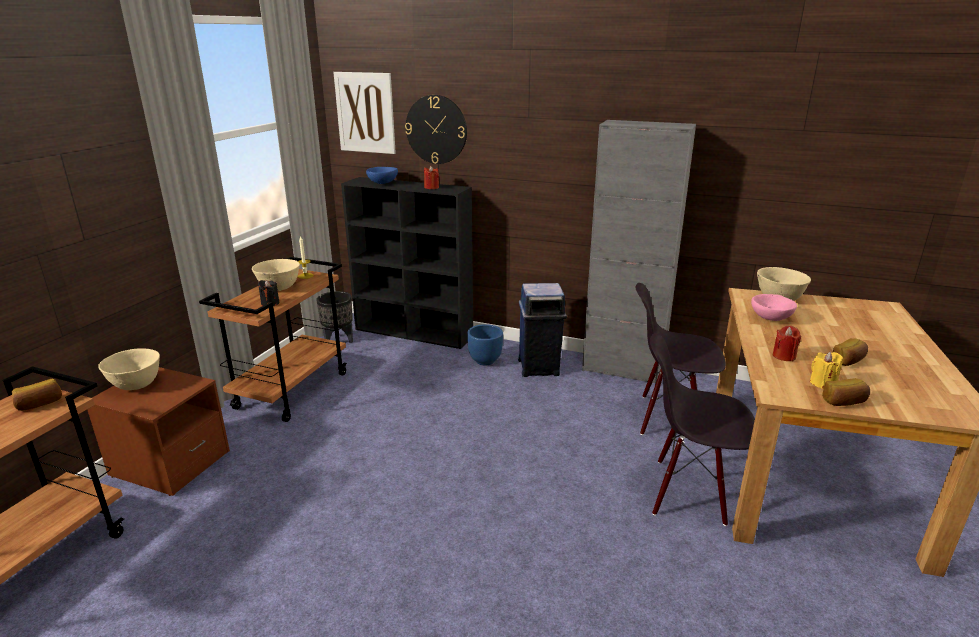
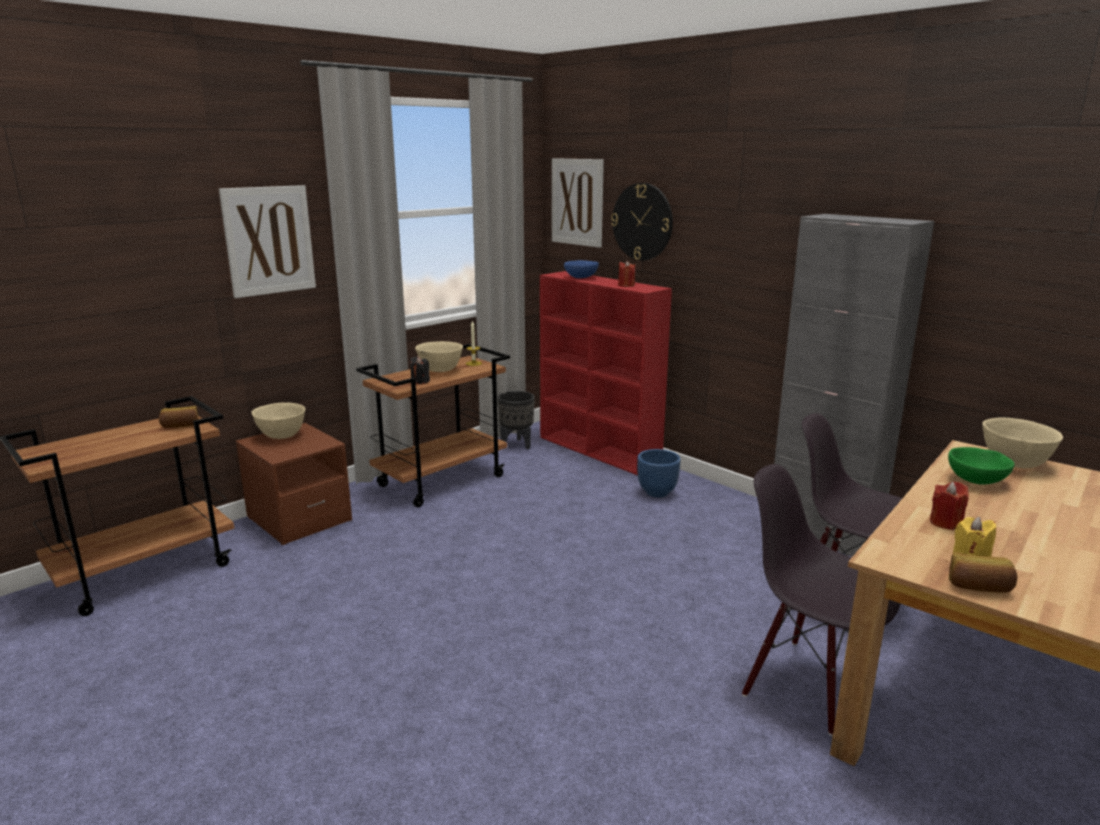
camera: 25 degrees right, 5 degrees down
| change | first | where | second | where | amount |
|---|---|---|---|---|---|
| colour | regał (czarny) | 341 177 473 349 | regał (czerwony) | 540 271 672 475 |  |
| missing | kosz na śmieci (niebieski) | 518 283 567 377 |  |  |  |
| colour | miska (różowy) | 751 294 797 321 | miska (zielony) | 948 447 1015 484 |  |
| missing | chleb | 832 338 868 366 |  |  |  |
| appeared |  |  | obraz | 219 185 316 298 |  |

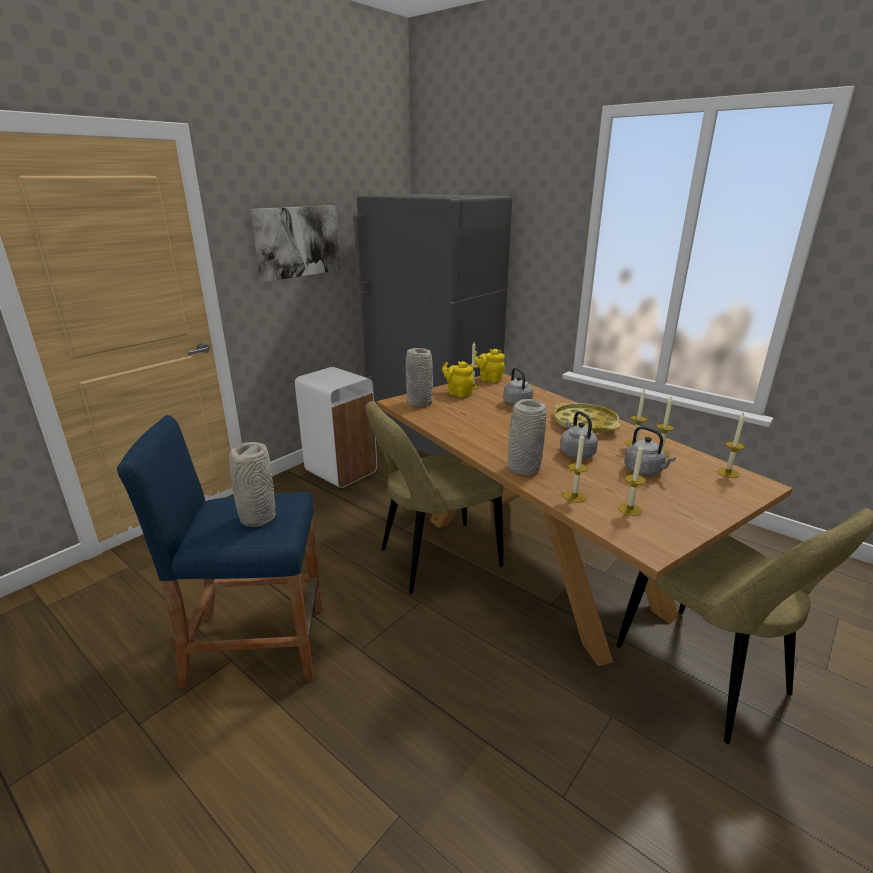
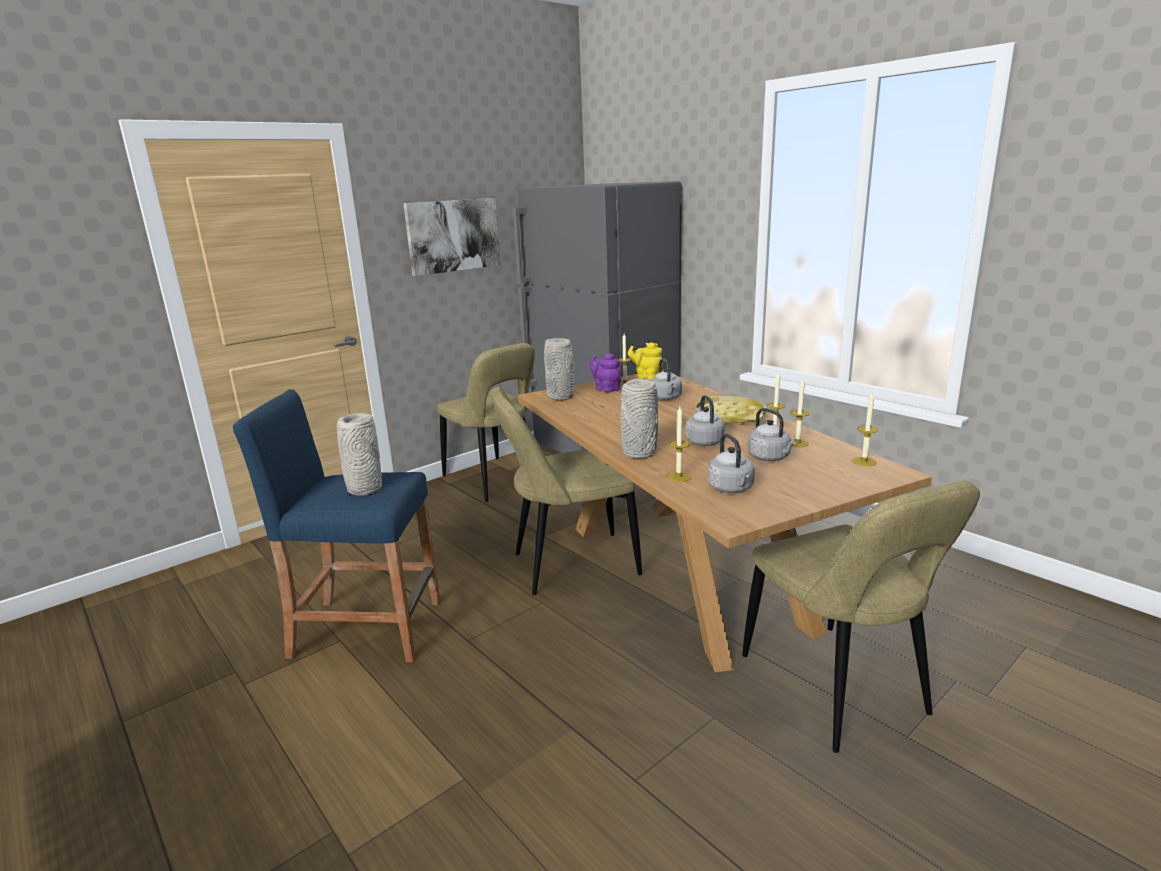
camera: 10 degrees right, 5 degrees down
| change | first | where | second | where | amount |
|---|---|---|---|---|---|
| colour | imbryk (żółty) | 442 361 473 398 | imbryk (fioletowy) | 590 353 621 392 |  |
| exchanged | kosz na śmieci (biały) | 295 367 377 488 | krzesło (beżowy) | 437 343 535 502 |  |
| exchanged | świeca | 618 443 646 516 | czajnik (szary) | 708 433 755 493 |  |

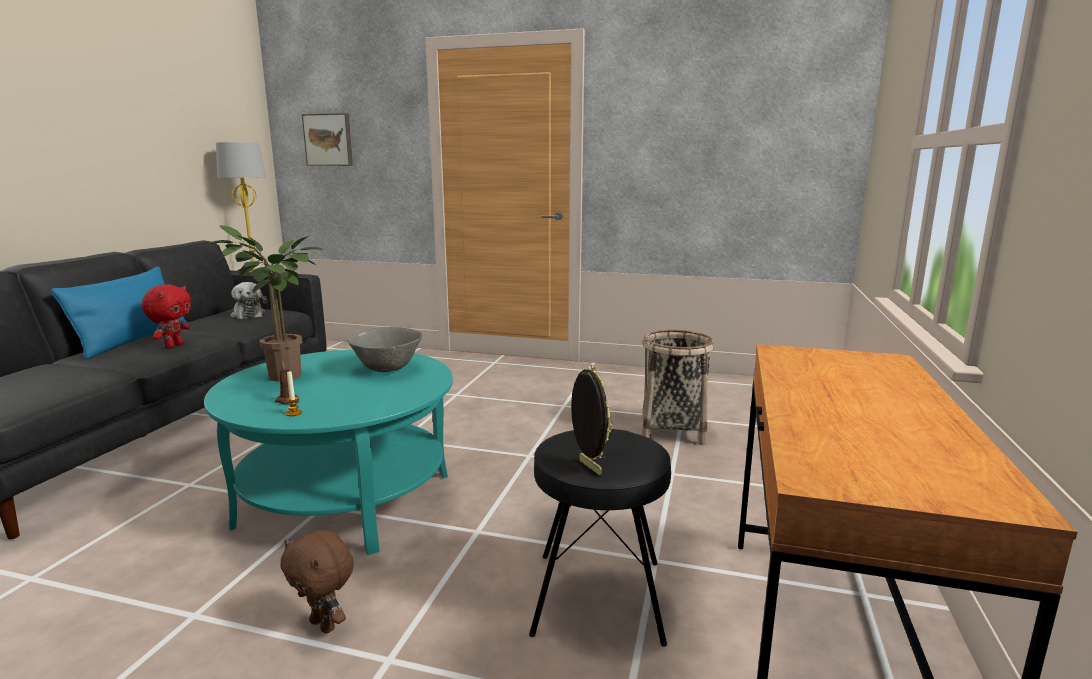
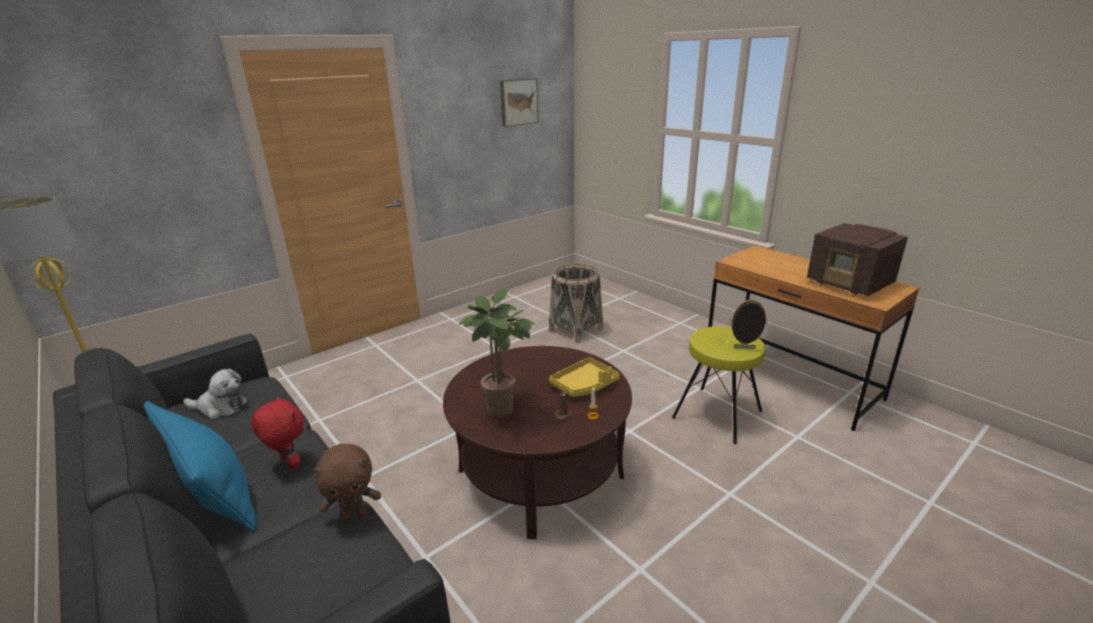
camera: 55 degrees left, 10 degrees up
| change | first | where | second | where | amount |
|---|---|---|---|---|---|
| relocated | obraz | 302 113 353 166 |  | 500 78 539 127 |  |
| missing | miska (szary) | 348 327 423 372 |  |  |  |
| colour | ława (turkusowy) | 204 349 453 555 | ława (brązowy) | 443 346 632 539 |  |
| colour | stołek (czarny) | 529 429 671 647 | stołek (żółty) | 672 326 765 444 |  |
| relocated | pluszak (brązowy) | 280 530 354 633 |  | 313 444 381 522 |  |
| appeared |  |  | radio | 807 223 908 296 |  |
| appeared |  |  | taca (żółty) | 549 357 620 397 |  |

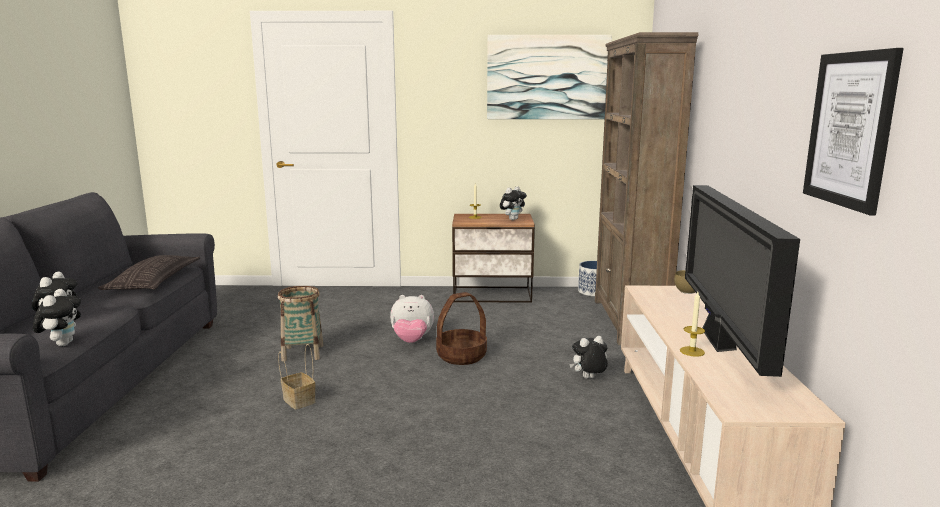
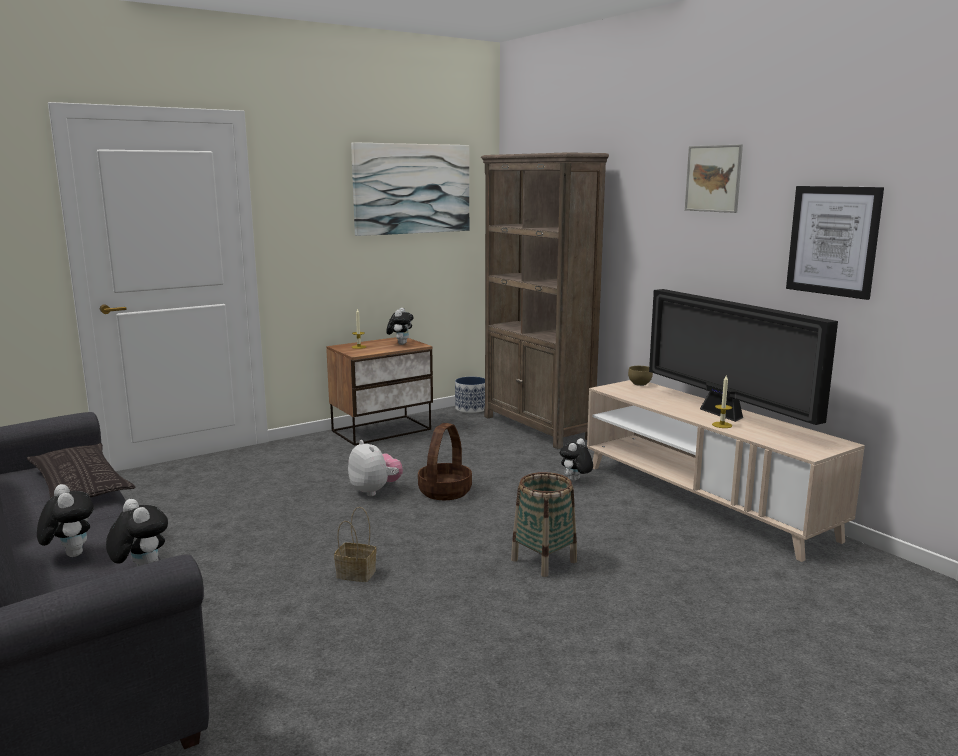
camera: 35 degrees left, 0 degrees up
| change | first | where | second | where | amount |
|---|---|---|---|---|---|
| relocated | koszyk | 278 286 324 362 |  | 511 472 577 577 |  |
| spun | pluszak | 390 295 434 343 |  | 348 440 403 496 | 90 degrees counterclockwise |
| appeared |  |  | obraz | 685 144 743 213 |  |

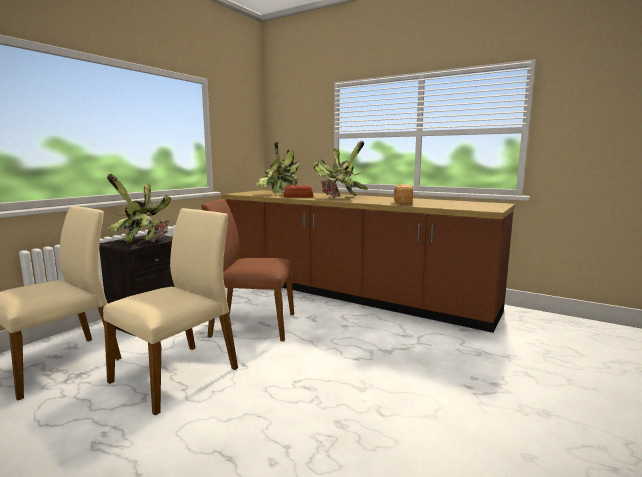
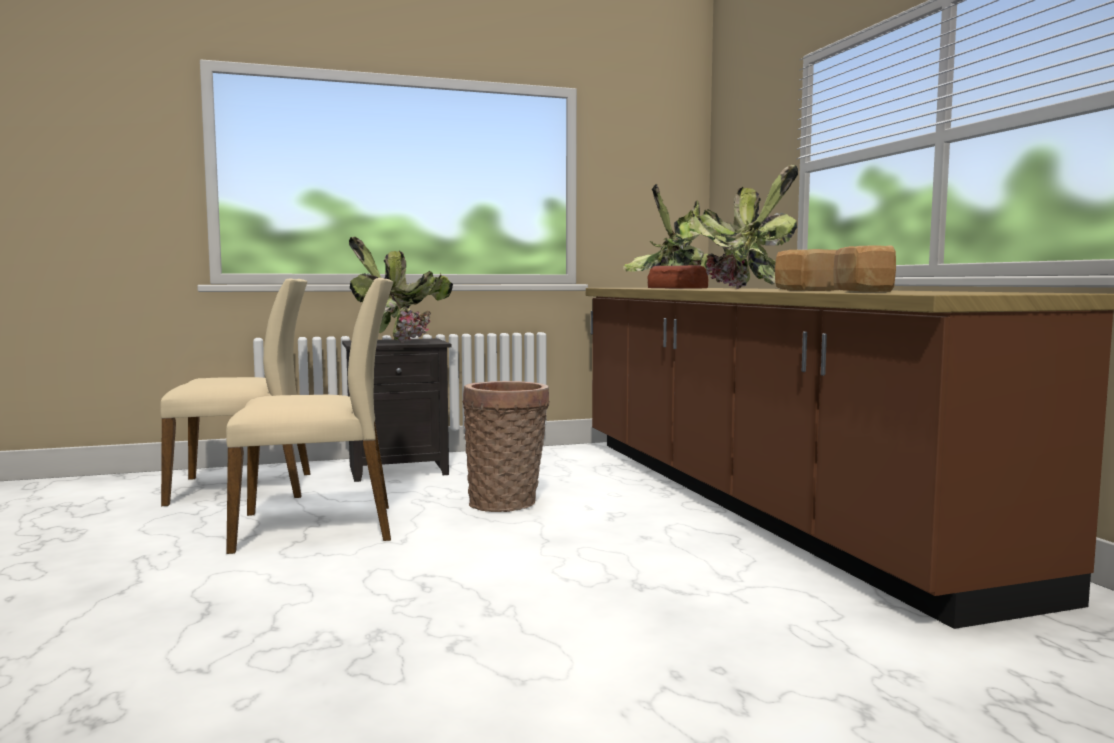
camera: 40 degrees right, 5 degrees down
| change | first | where | second | where | amount |
|---|---|---|---|---|---|
| exchanged | krzesło (brązowy) | 201 199 294 341 | koszyk | 463 381 550 512 |  |
| appeared |  |  | chleb | 833 245 896 292 |  |

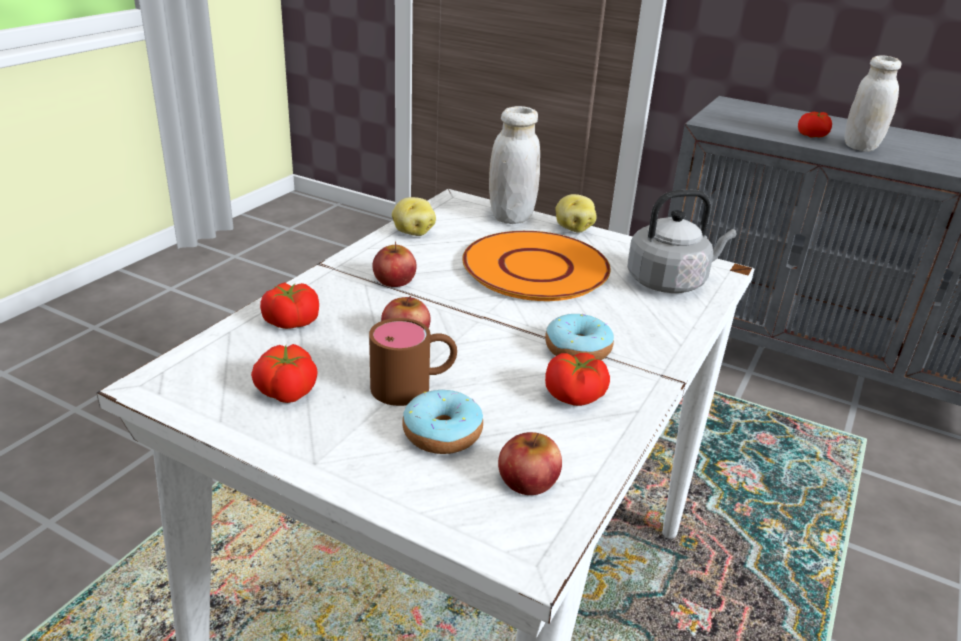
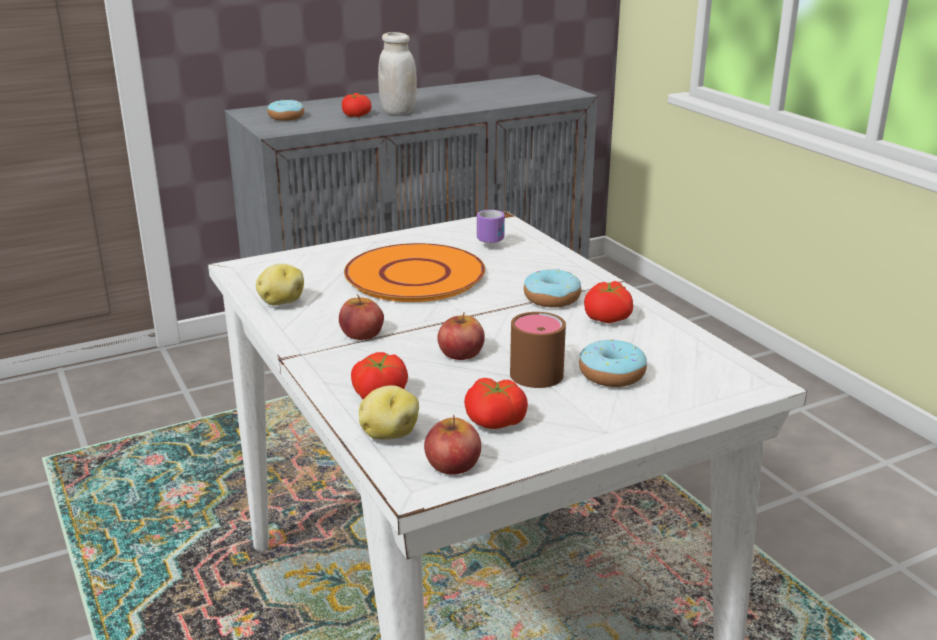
camera: 55 degrees left, 5 degrees down
| change | first | where | second | where | amount |
|---|---|---|---|---|---|
| missing | słoik (biały) | 489 106 540 224 |  |  |  |
| exchanged | czajnik (szary) | 628 190 736 293 | kubek | 477 210 505 245 |  |
| relocated | ziemniak | 555 194 597 232 |  | 359 385 419 440 |  |
| relocated | jabłko | 498 432 562 495 |  | 424 415 481 475 |  |
| appeared |  |  | donut | 267 99 304 121 |  |

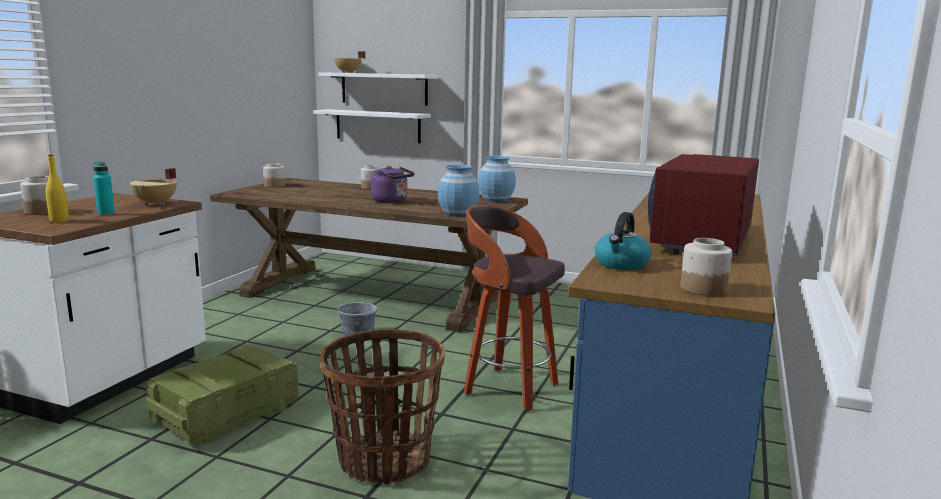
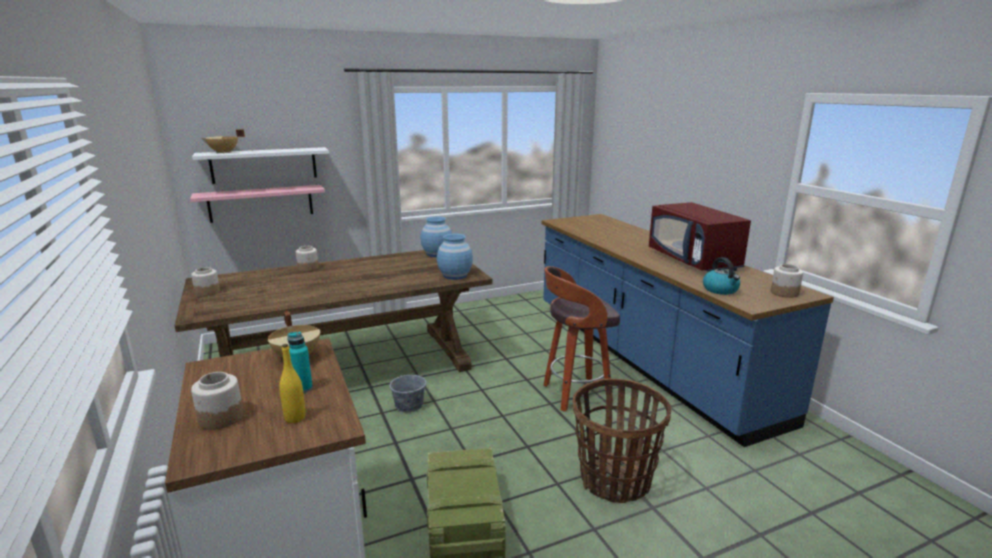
camera: 45 degrees left, 5 degrees up
| change | first | where | second | where | amount |
|---|---|---|---|---|---|
| colour | półka (biały) | 313 109 431 143 | półka (różowy) | 190 185 325 223 |  |
| missing | czajnik (fioletowy) | 371 166 415 203 |  |  |  |

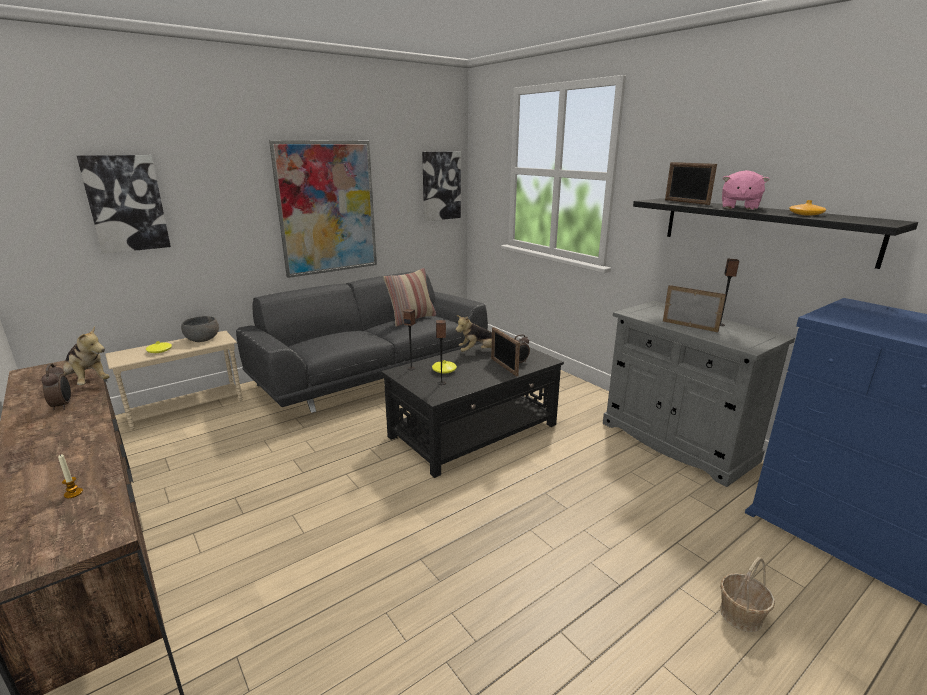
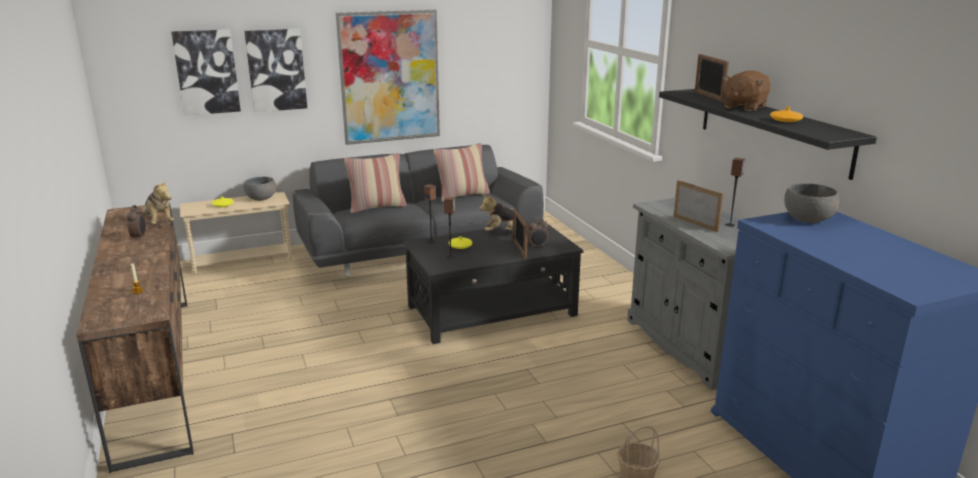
camera: 15 degrees right, 0 degrees up
| change | first | where | second | where | amount |
|---|---|---|---|---|---|
| relocated | obraz | 422 152 461 221 |  | 244 29 307 112 |  |
| colour | pluszak (różowy) | 722 170 770 210 | pluszak (brązowy) | 723 70 770 111 |  |
| appeared |  |  | poduszka | 344 153 407 213 |  |
| appeared |  |  | miska (szary) | 784 183 839 223 |  |

